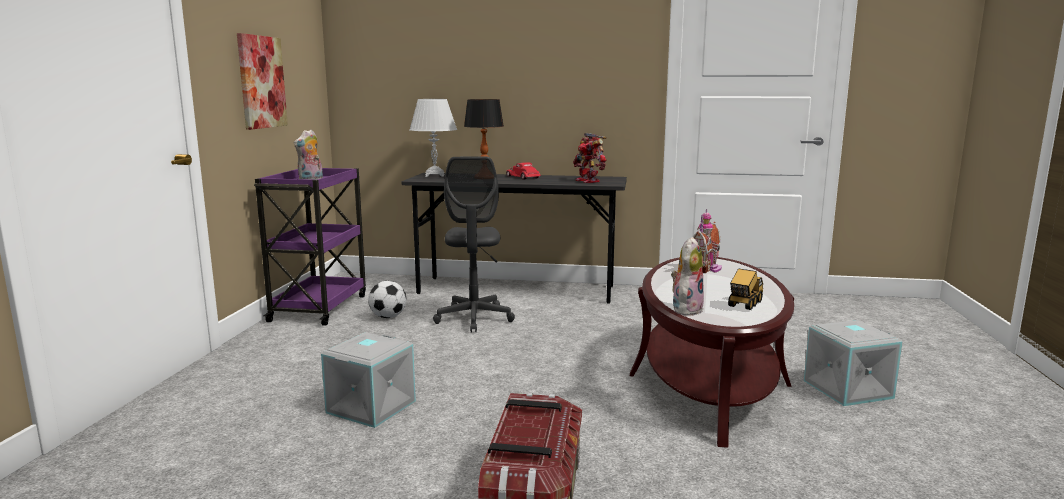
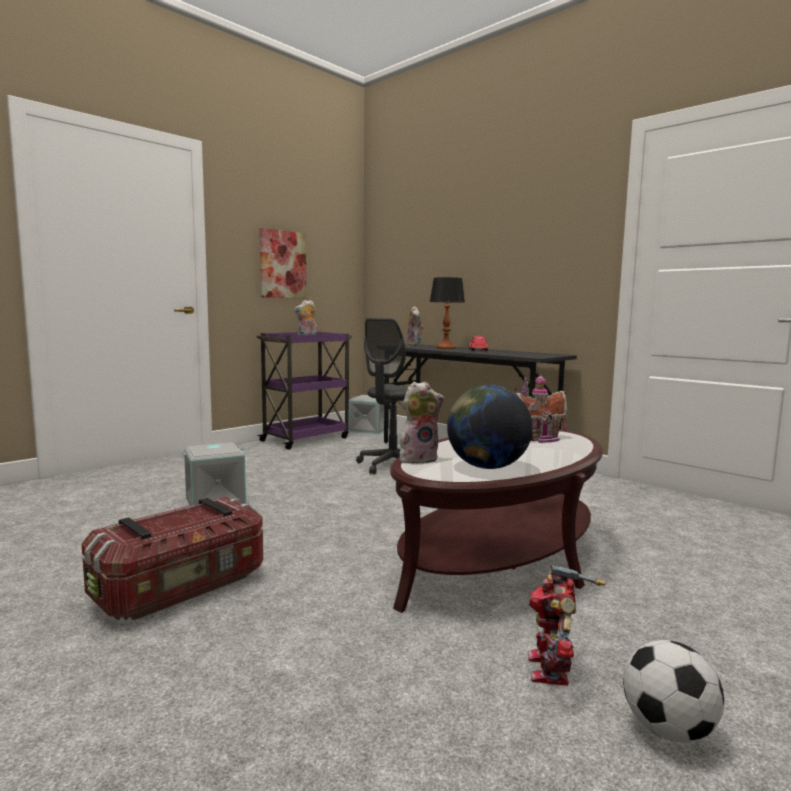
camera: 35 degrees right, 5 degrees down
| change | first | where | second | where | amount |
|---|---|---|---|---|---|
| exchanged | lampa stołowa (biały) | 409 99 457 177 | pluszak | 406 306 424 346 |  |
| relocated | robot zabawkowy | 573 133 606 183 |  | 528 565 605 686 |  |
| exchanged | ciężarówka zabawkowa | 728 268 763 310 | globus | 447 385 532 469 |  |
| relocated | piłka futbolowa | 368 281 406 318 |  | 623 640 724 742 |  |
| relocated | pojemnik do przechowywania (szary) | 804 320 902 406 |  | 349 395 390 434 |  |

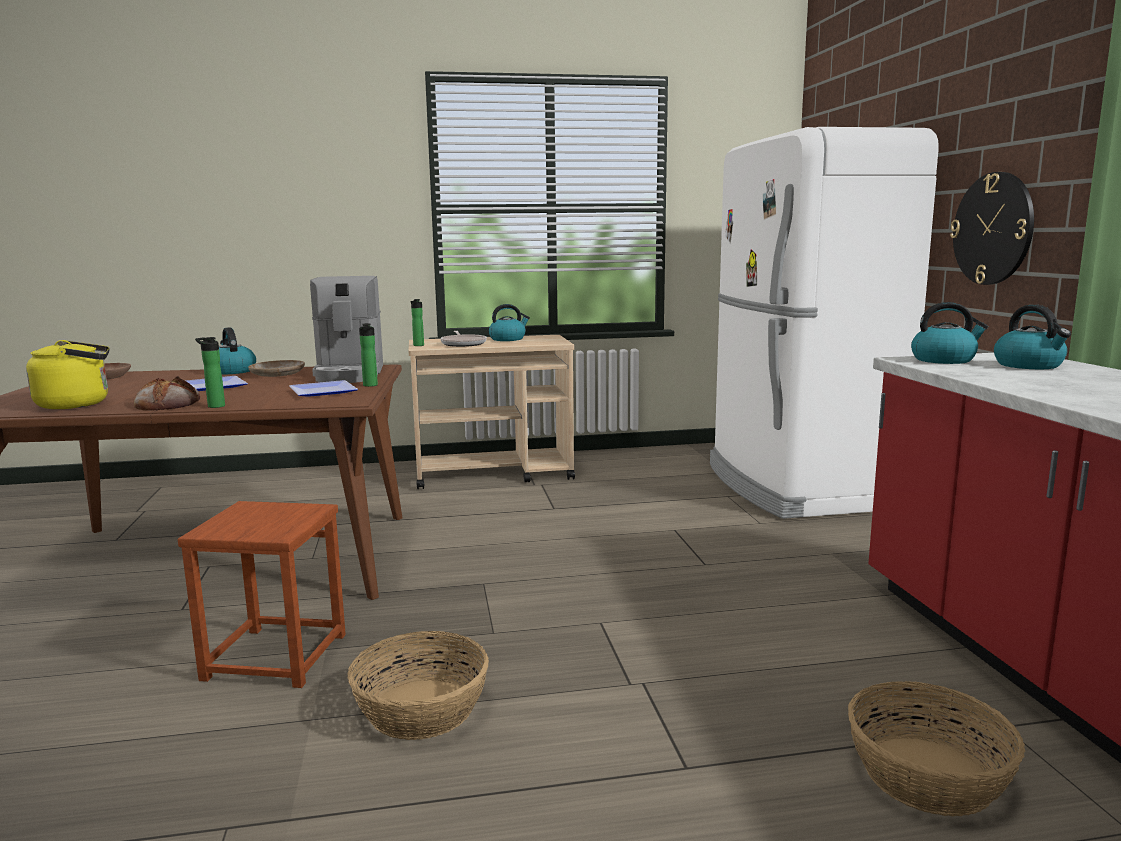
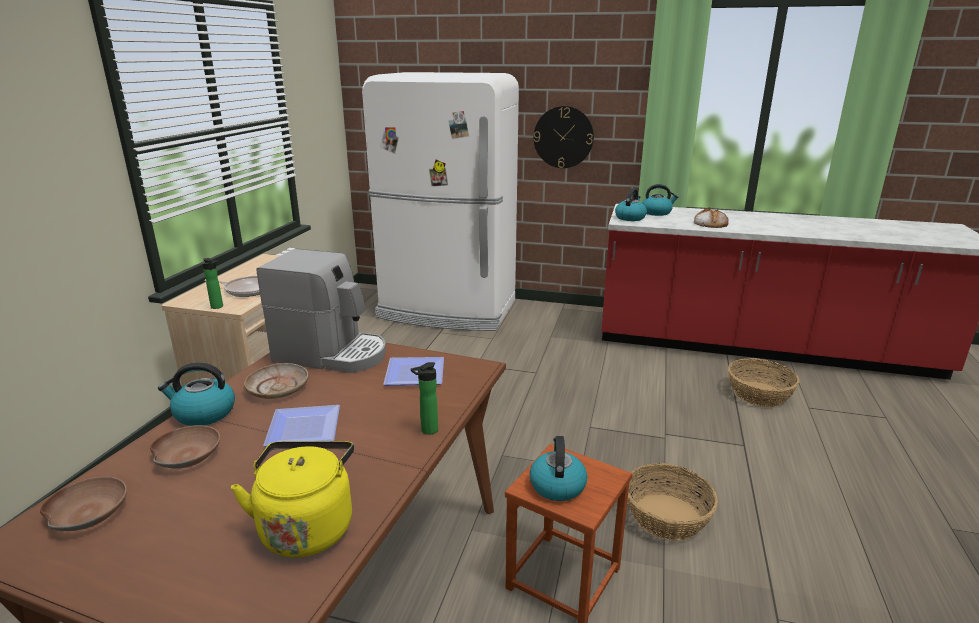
camera: 65 degrees left, 10 degrees up
| change | first | where | second | where | amount |
|---|---|---|---|---|---|
| relocated | czajnik | 489 304 530 341 |  | 529 436 587 501 |  |
| missing | butelka | 359 323 378 387 |  |  |  |
| relocated | chleb | 134 376 200 411 |  | 694 207 729 228 |  |
| appeared |  |  | miska (brązowy) | 150 425 220 469 |  |

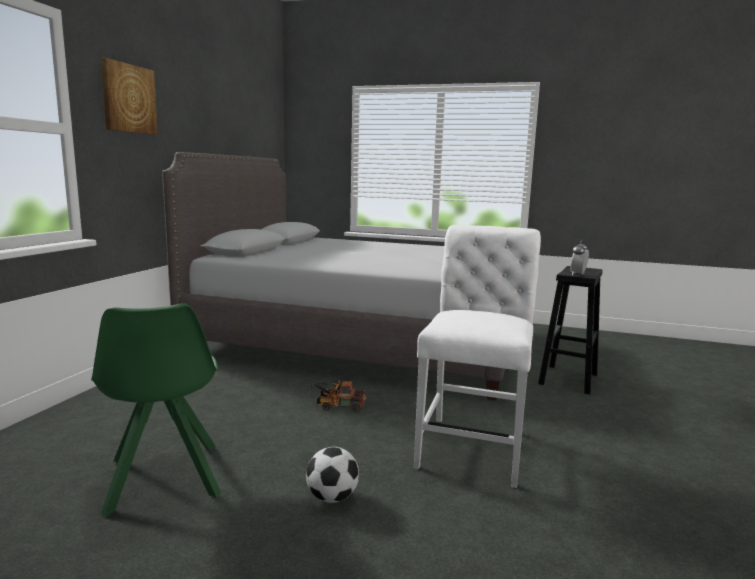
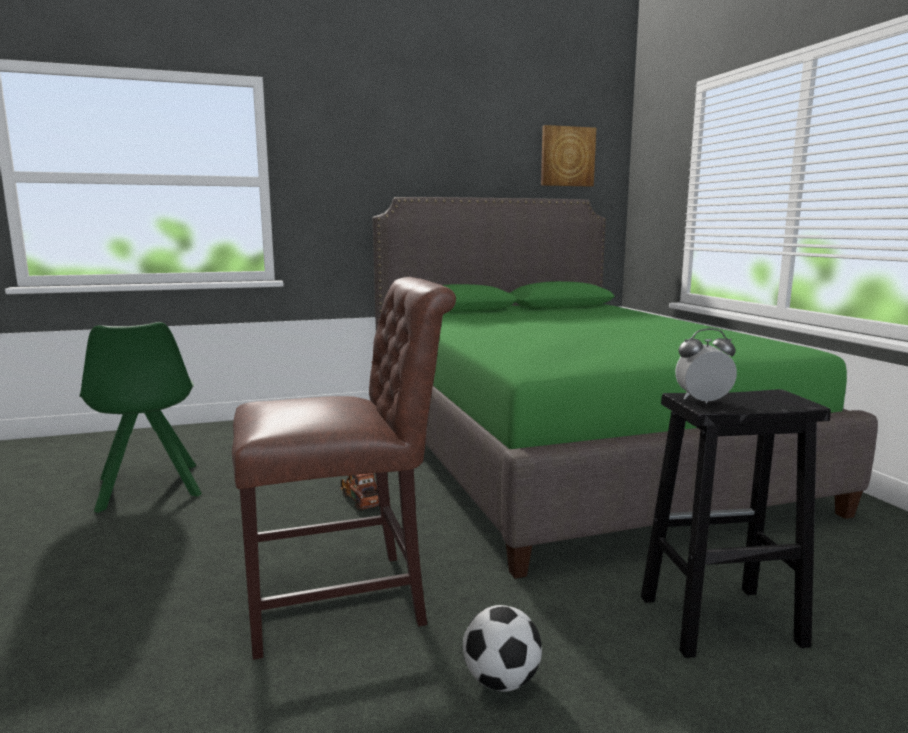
camera: 55 degrees right, 0 degrees up
| change | first | where | second | where | amount |
|---|---|---|---|---|---|
| relocated | obraz | 101 58 158 135 |  | 541 125 596 186 |  |
| colour | łóżko (szary) | 162 152 505 400 | łóżko (zielony) | 373 197 878 579 |  |
| colour | krzesło (biały) | 414 225 541 488 | krzesło (brązowy) | 232 277 456 660 |  |
| spun | krzesło (zielony) | 91 303 221 517 |  | 79 322 202 513 | 60 degrees counterclockwise |
| relocated | piłka futbolowa | 306 447 359 503 |  | 463 605 542 692 |  |

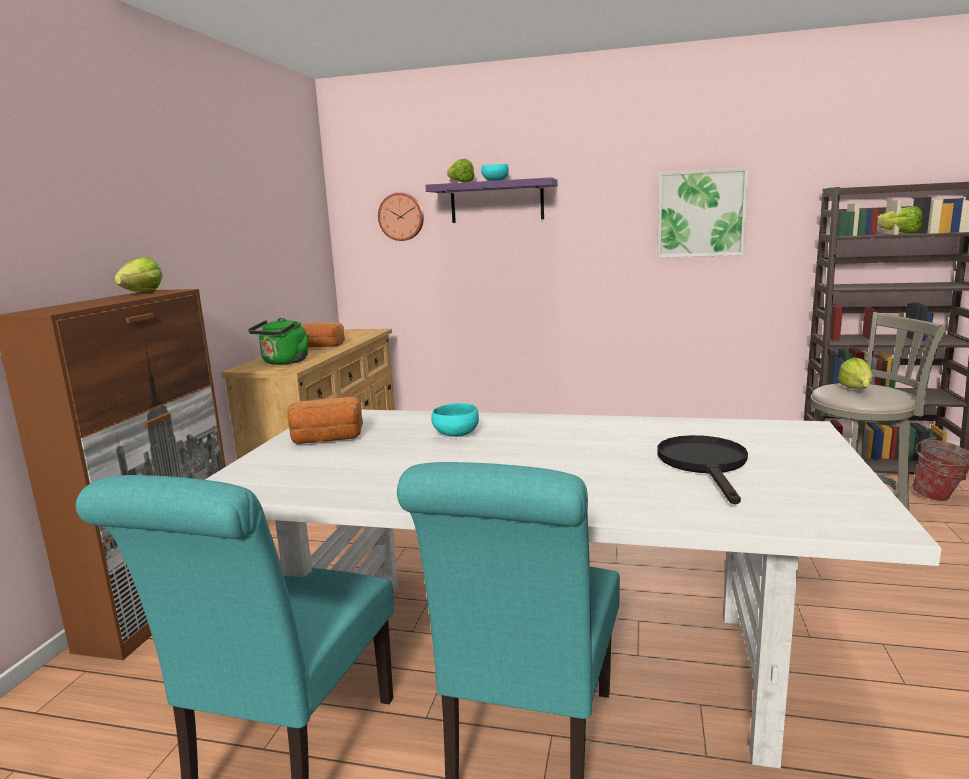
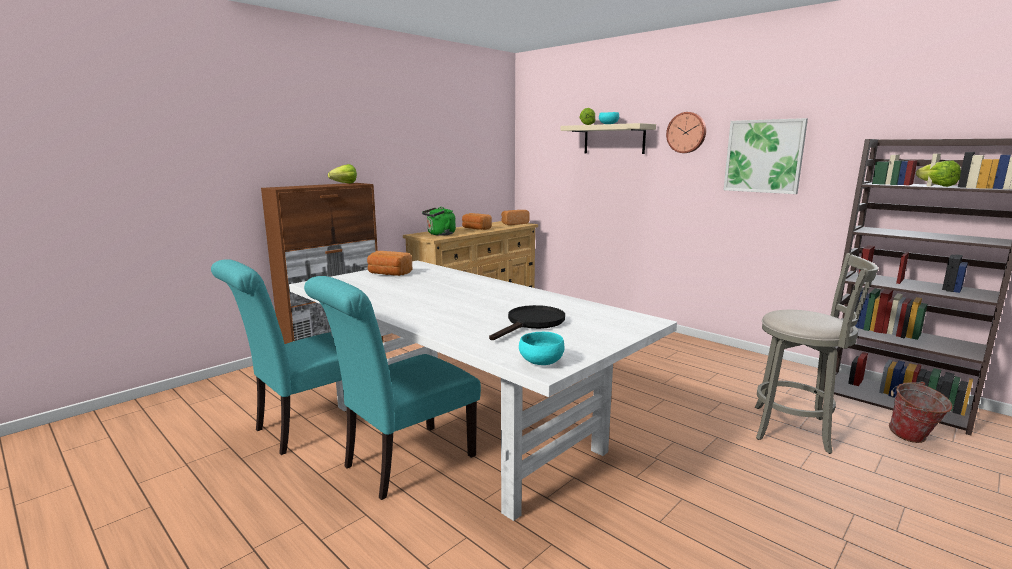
camera: 30 degrees right, 0 degrees up
| change | first | where | second | where | amount |
|---|---|---|---|---|---|
| colour | półka (fioletowy) | 425 177 558 223 | półka (beżowy) | 561 123 656 154 |  |
| relocated | zegar ścienny | 378 193 424 241 |  | 666 112 706 153 |  |
| missing | sałata | 838 357 873 389 |  |  |  |
| relocated | miska (turkusowy) | 431 403 479 437 |  | 519 332 564 365 |  |
| appeared |  |  | chleb | 501 210 529 225 |  |

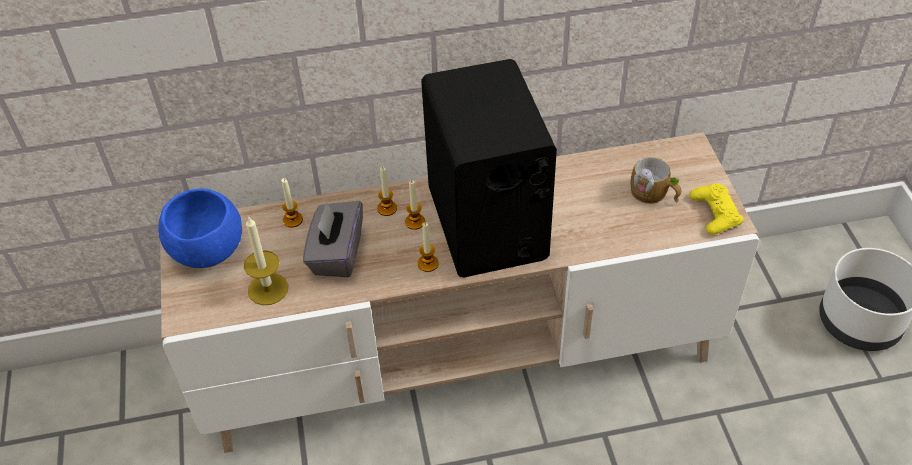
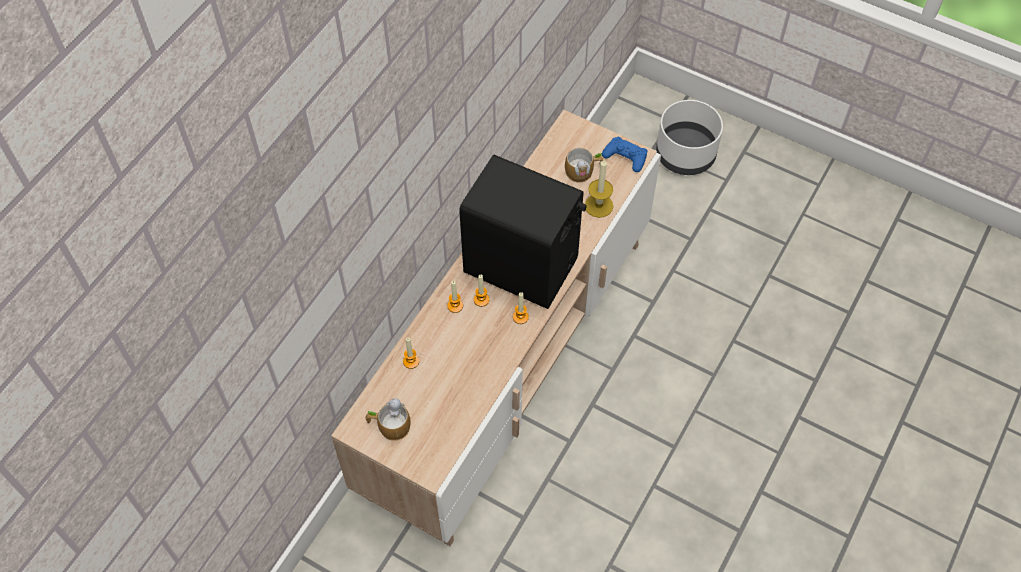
camera: 50 degrees left, 10 degrees up
| change | first | where | second | where | amount |
|---|---|---|---|---|---|
| colour | pad do gier (żółty) | 689 183 744 235 | pad do gier (niebieski) | 602 137 648 172 |  |
| exchanged | miska (niebieski) | 158 188 242 268 | kubek | 365 398 411 441 |  |
| missing | pudełko chusteczek (szary) | 303 201 363 278 |  |  |  |
| relocated | świeca | 244 216 288 305 |  | 585 159 613 218 |  |

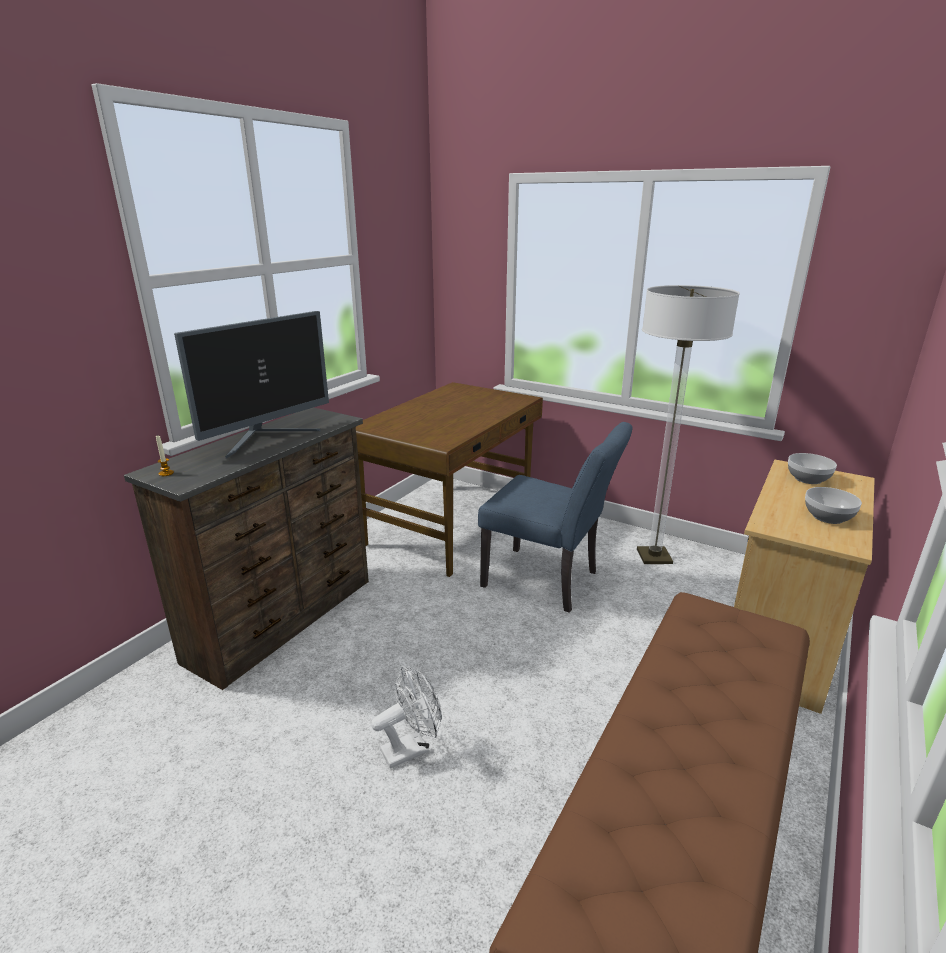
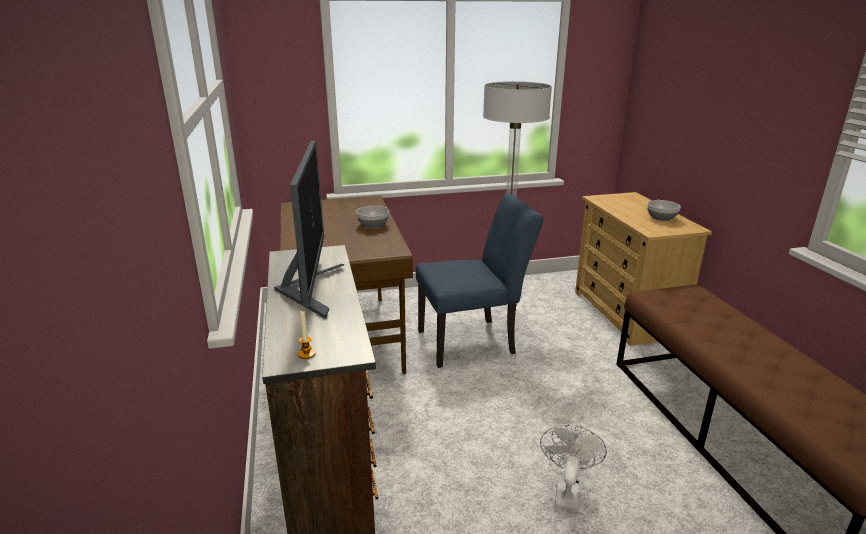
camera: 45 degrees left, 0 degrees up
| change | first | where | second | where | amount |
|---|---|---|---|---|---|
| relocated | miska | 788 453 837 484 |  | 356 206 389 228 |  |

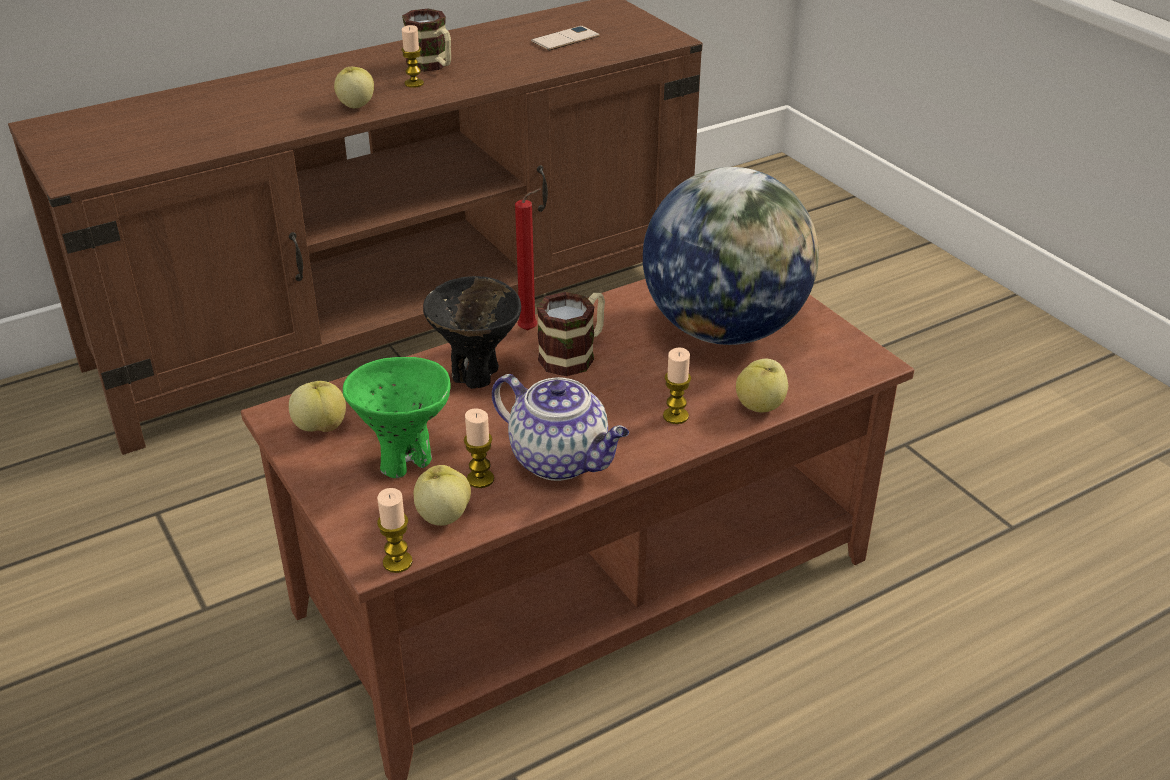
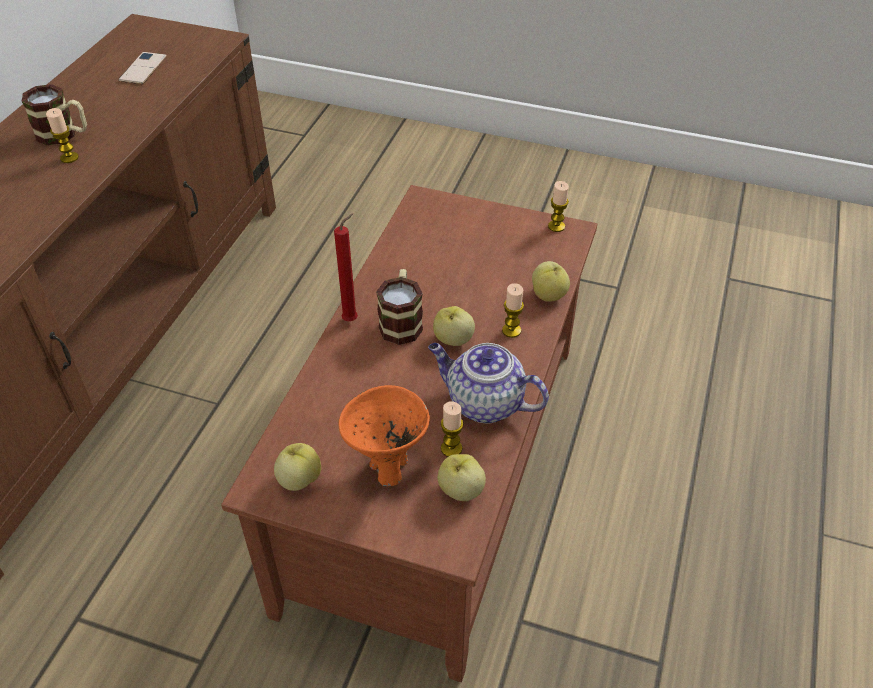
camera: 40 degrees left, 10 degrees up
| change | first | where | second | where | amount |
|---|---|---|---|---|---|
| relocated | jabłko | 334 67 374 108 |  | 433 306 475 346 |  |
| missing | globus | 643 167 819 345 |  |  |  |
| missing | miska (czarny) | 423 276 521 389 |  |  |  |
| colour | miska (zielony) | 343 357 450 478 | miska (pomarańczowy) | 338 385 430 486 |  |
| spun | imbryk | 492 374 629 481 |  | 428 343 549 424 | 150 degrees counterclockwise |
| relocated | świeca | 377 488 413 573 |  | 548 181 569 232 |  |

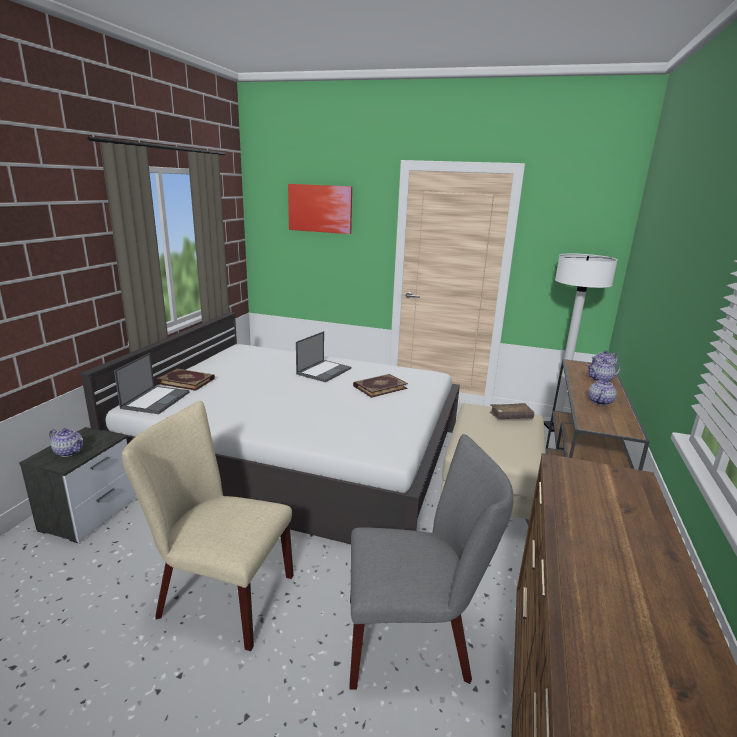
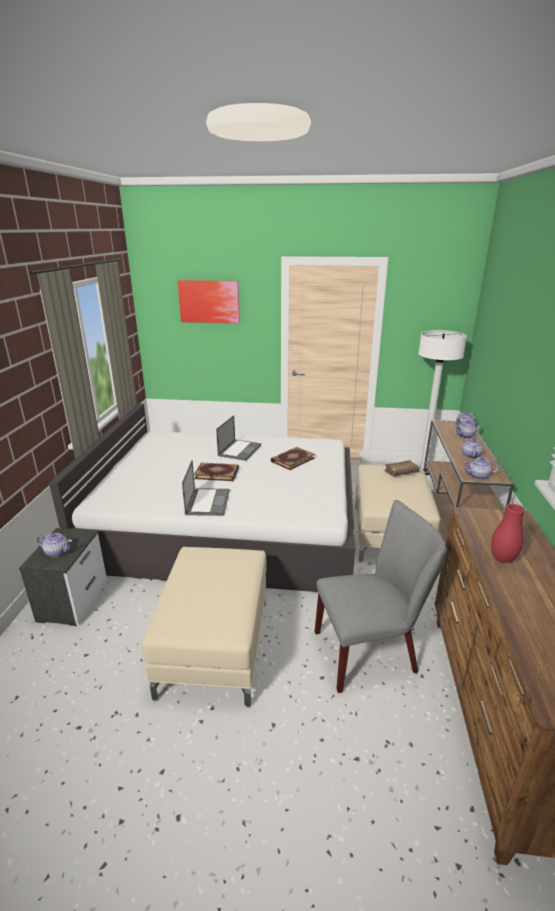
camera: 10 degrees left, 5 degrees up
| change | first | where | second | where | amount |
|---|---|---|---|---|---|
| relocated | laptop | 114 353 190 414 |  | 182 460 230 516 |  |
| relocated | książka | 156 369 215 391 |  | 194 463 239 481 |  |
| exchanged | krzesło (beżowy) | 122 401 294 651 | pufa (beżowy) | 142 547 266 708 |  |
| appeared |  |  | imbryk | 463 457 499 480 |  |
| appeared |  |  | wazon (czerwony) | 491 504 525 563 |  |

